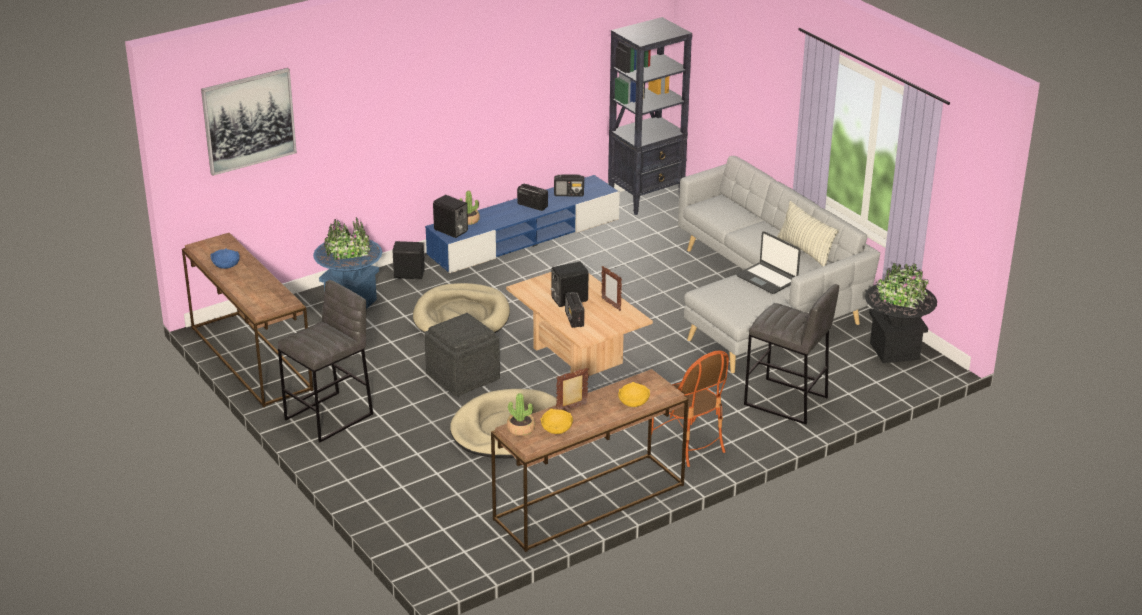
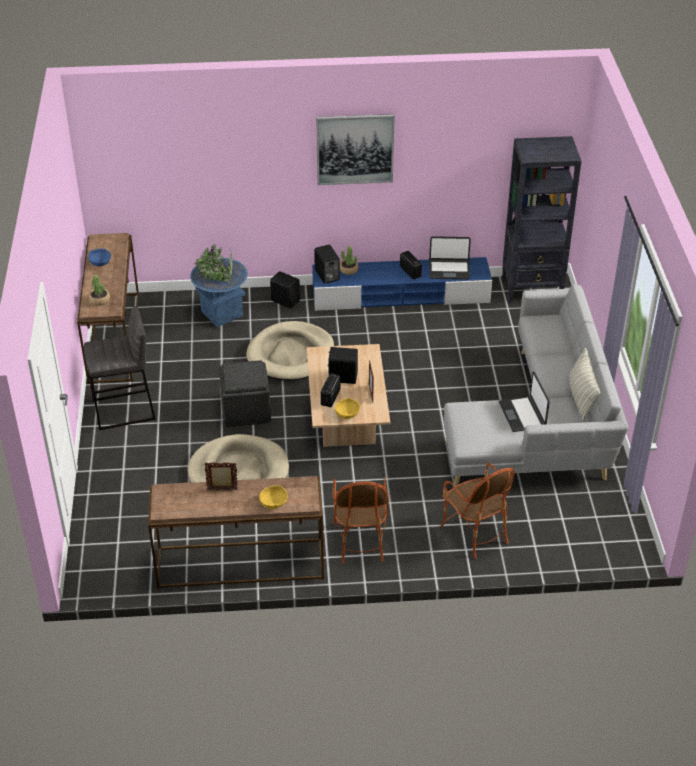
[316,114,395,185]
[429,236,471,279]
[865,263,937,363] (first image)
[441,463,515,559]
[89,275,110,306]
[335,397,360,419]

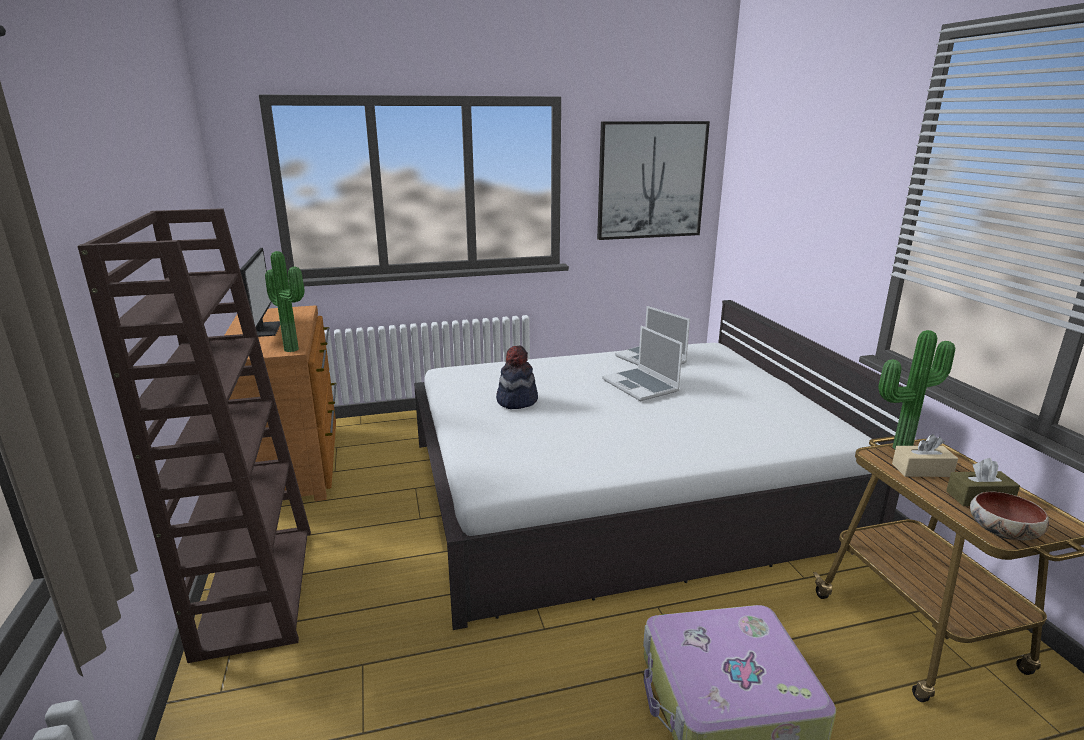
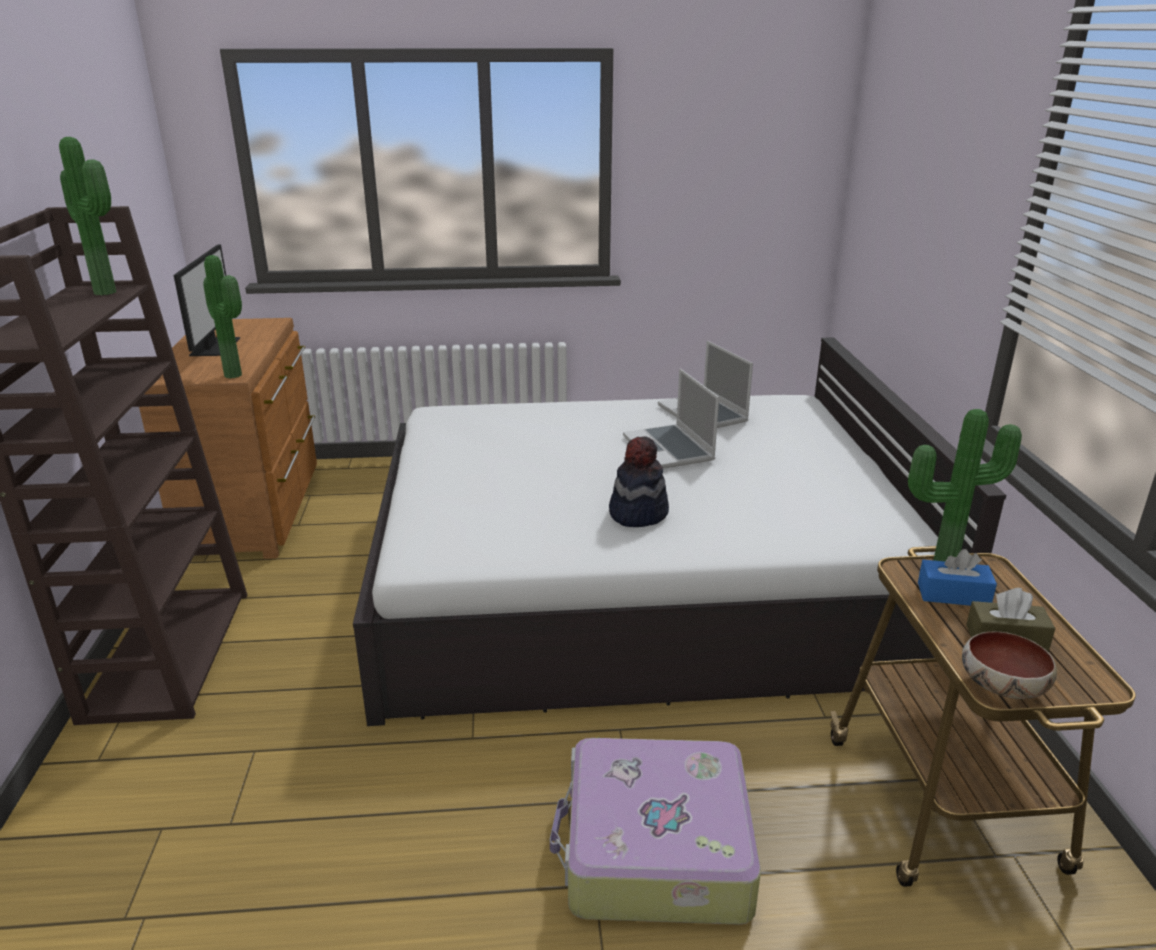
[597,121,710,240] (first image)
[609,436,669,527]
[918,549,997,606]
[59,137,116,295]

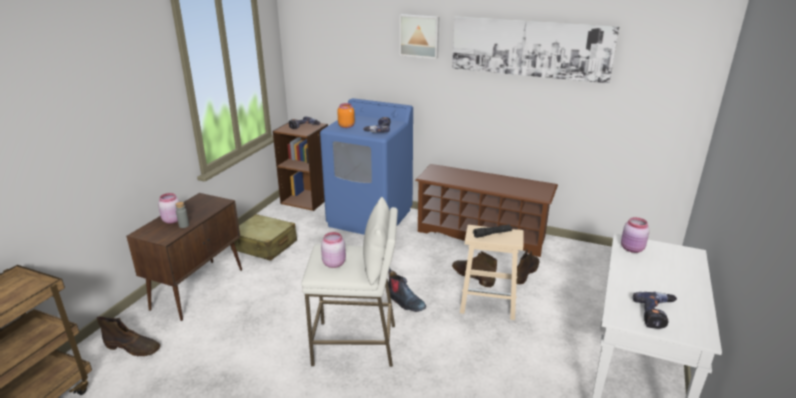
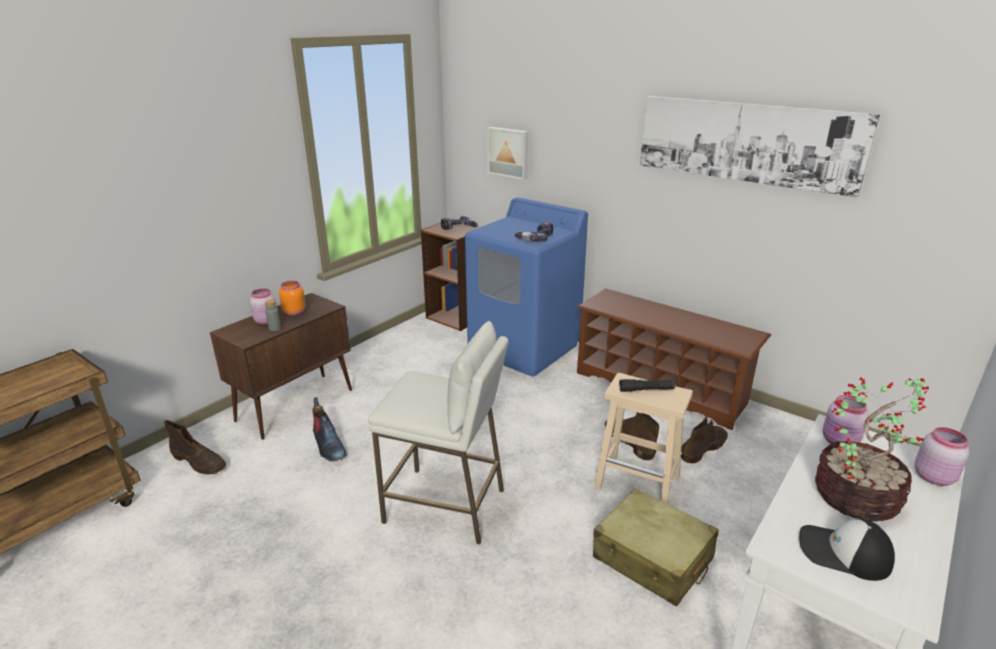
[487,127,528,180]
[279,281,306,316]
[593,489,719,607]
[915,427,970,486]
[312,397,347,461]
[799,519,895,581]
[815,377,929,521]

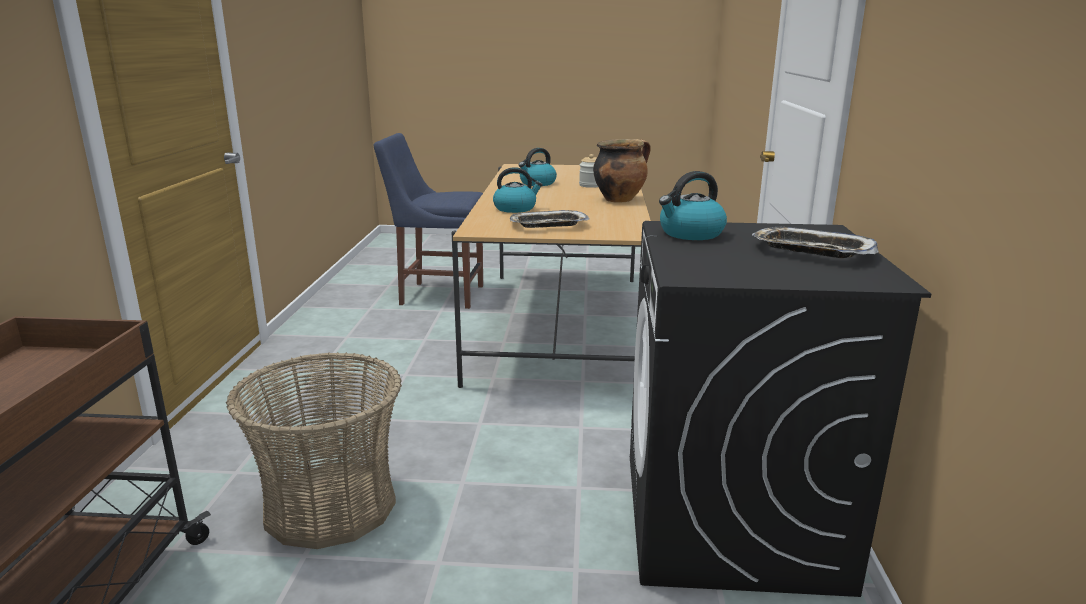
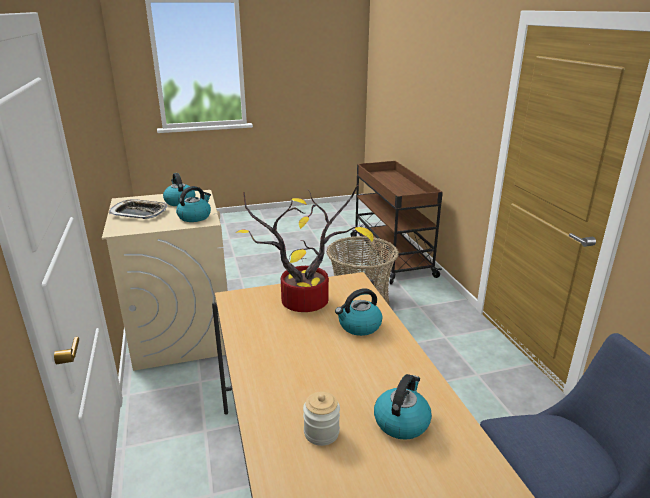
[593,139,651,202] (first image)
[236,185,374,312]
[102,190,228,371]
[163,173,195,206]

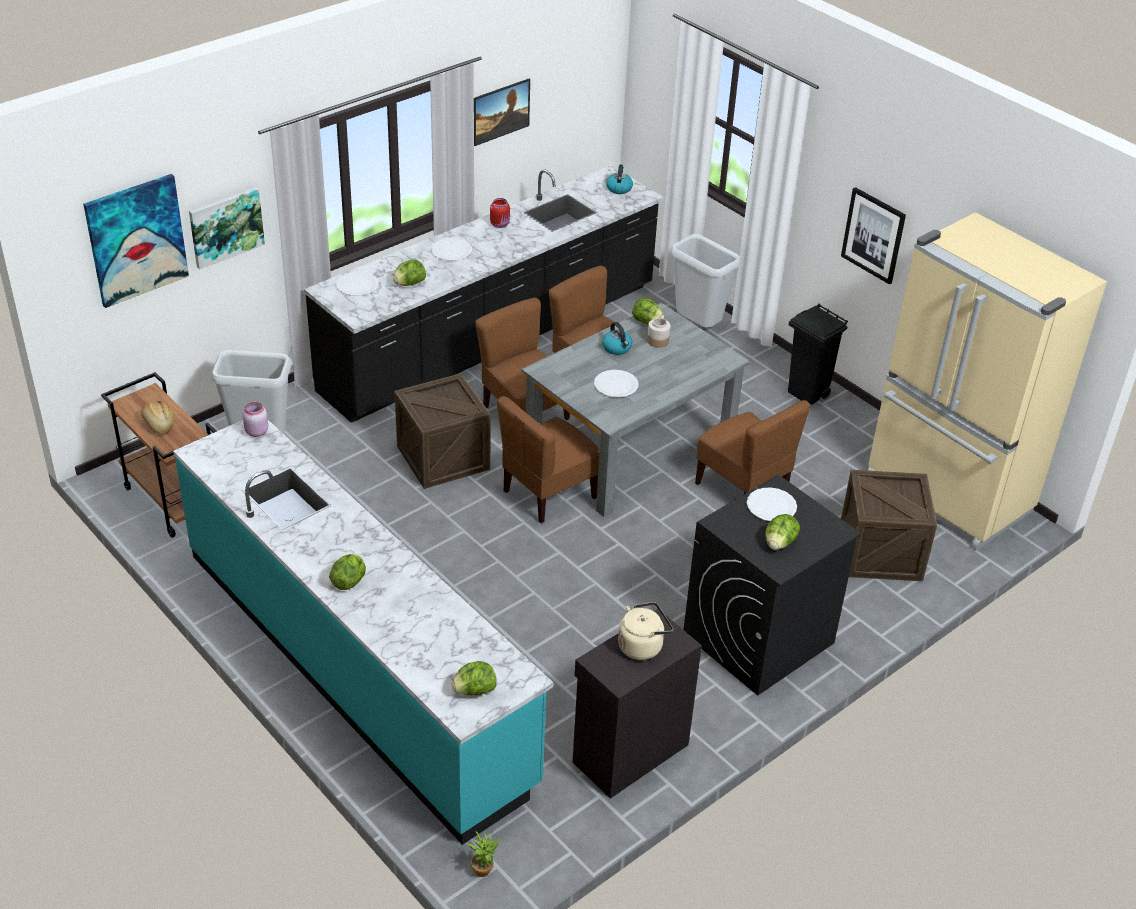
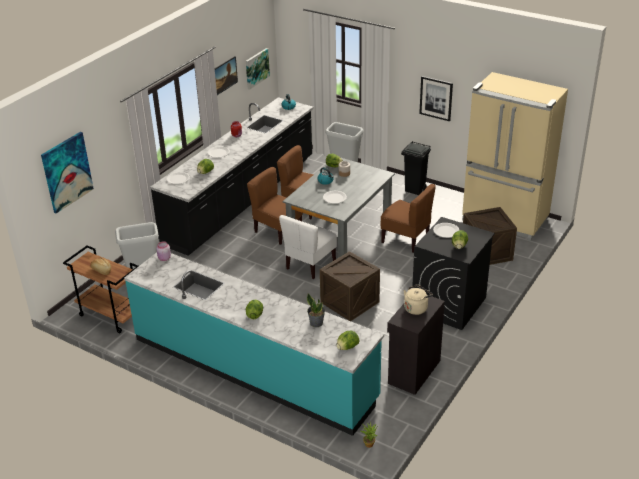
[246,48,270,90]
[320,251,380,321]
[279,215,337,279]
[307,293,325,327]

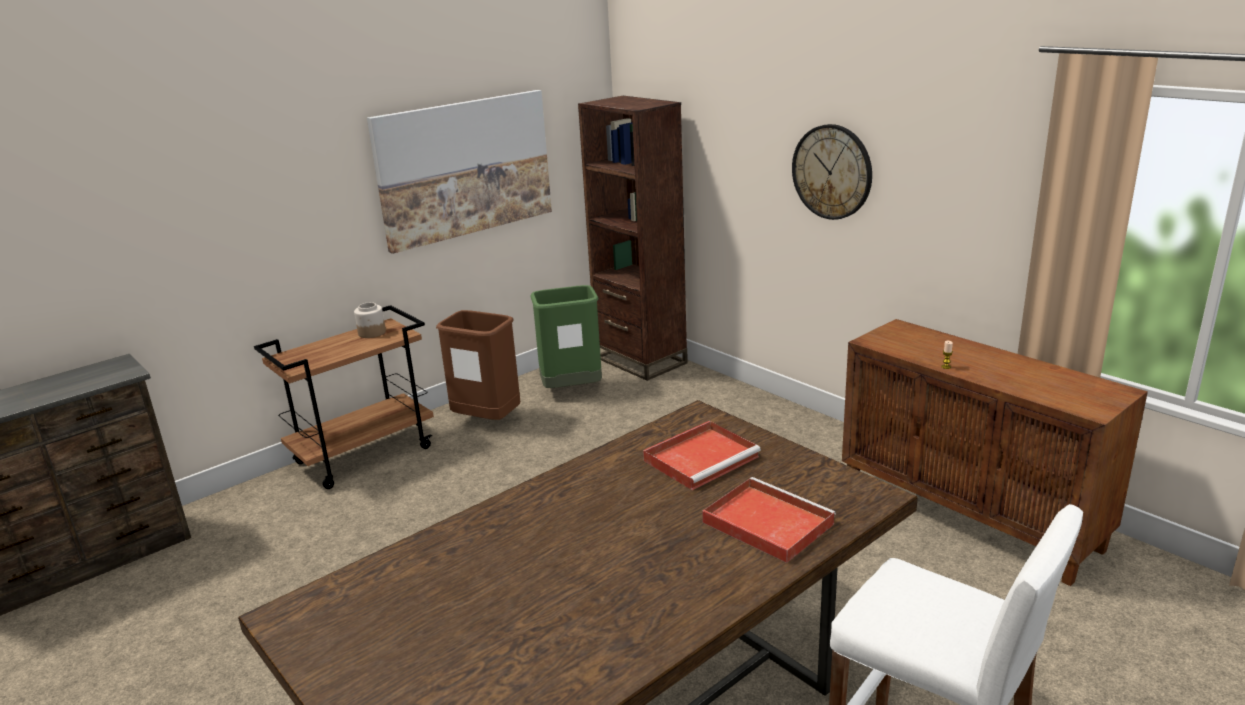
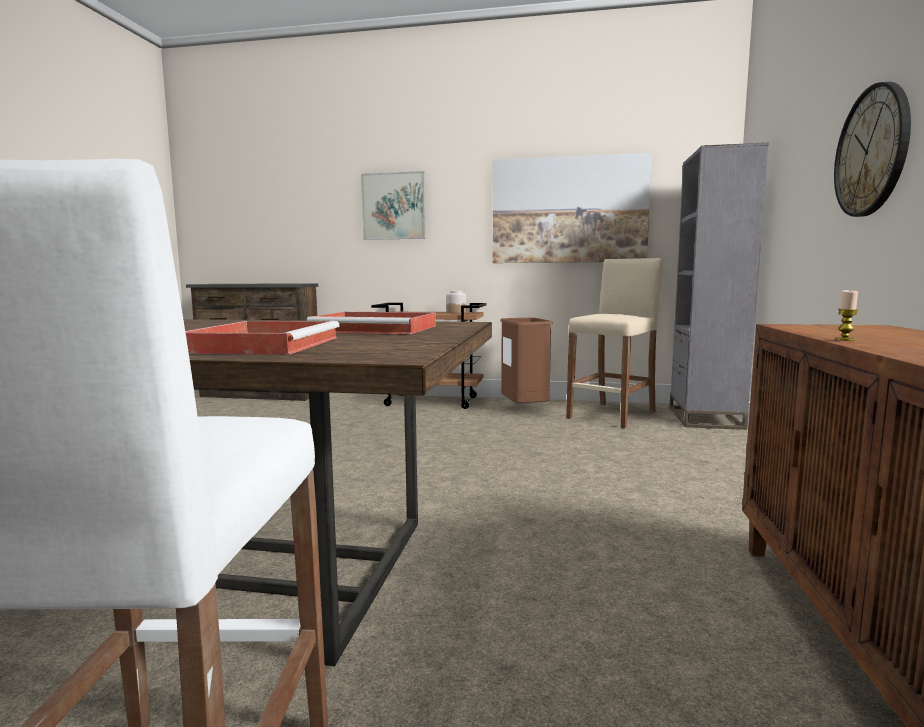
[669,143,769,430]
[566,258,663,429]
[361,171,426,240]

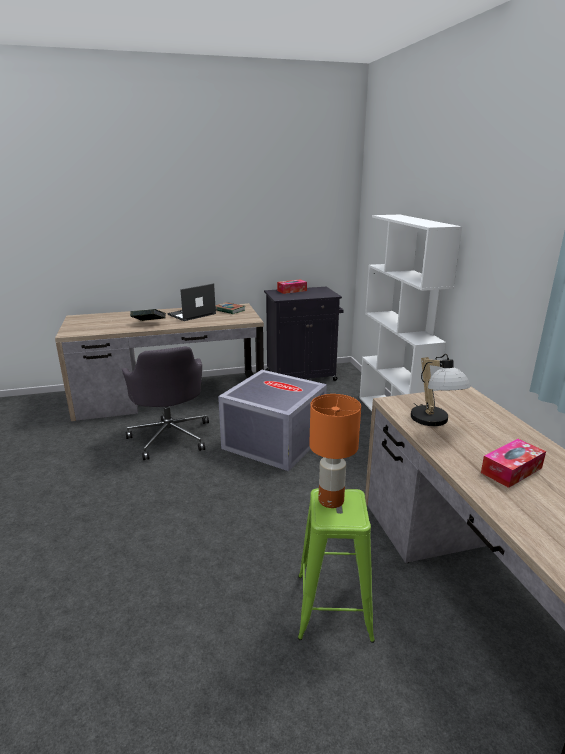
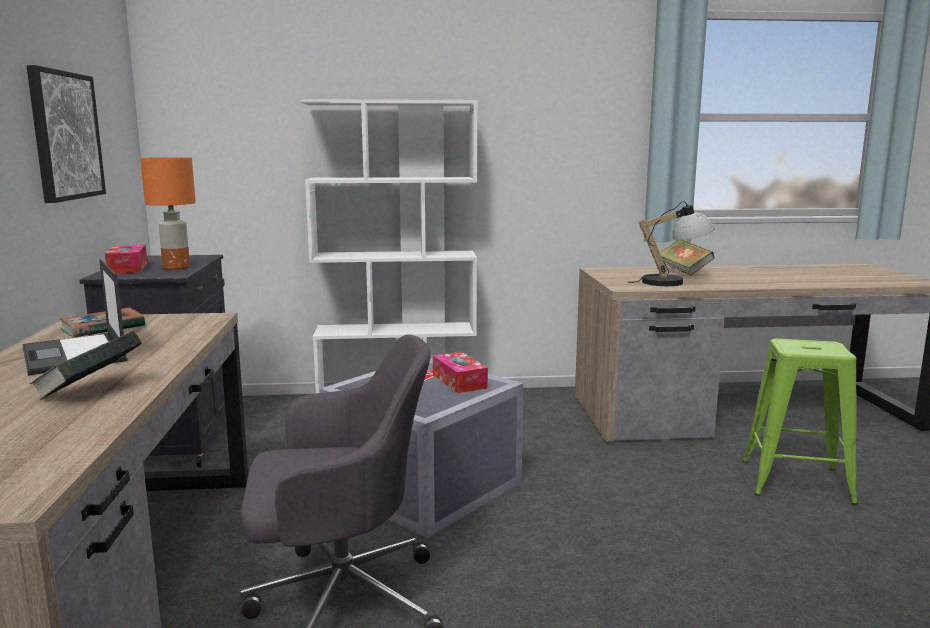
[140,157,196,270]
[433,352,488,393]
[27,65,106,203]
[660,240,714,276]

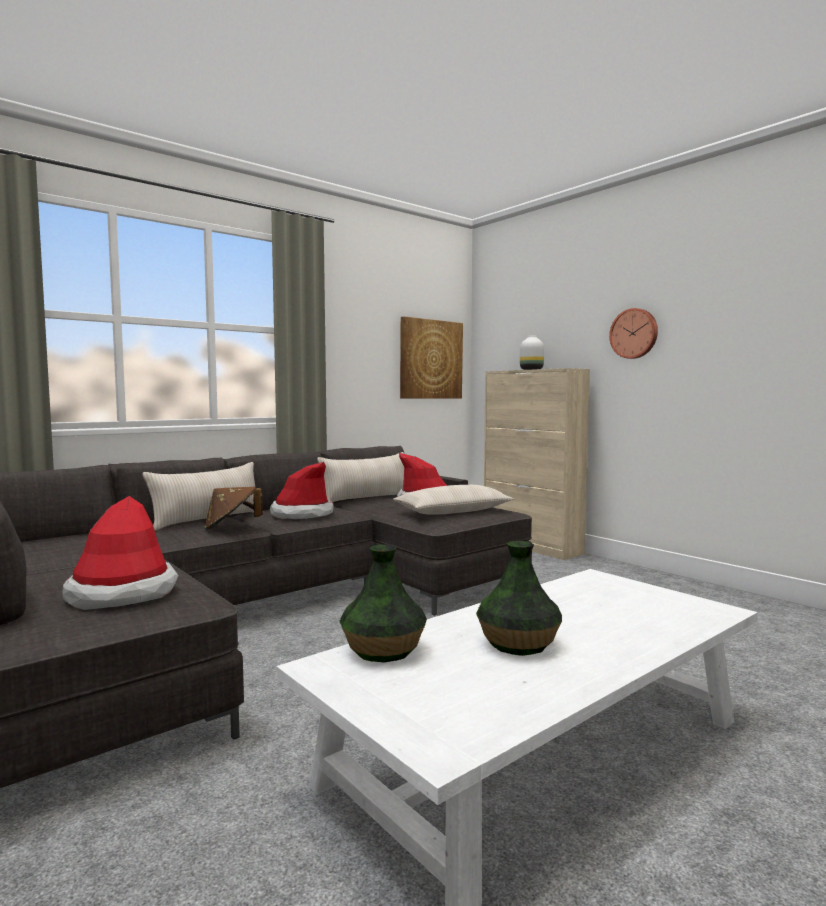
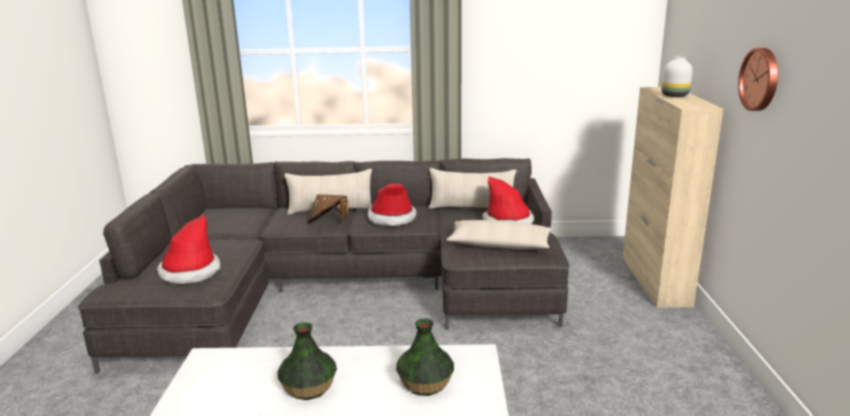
[400,316,463,399] (first image)
[396,318,454,396]

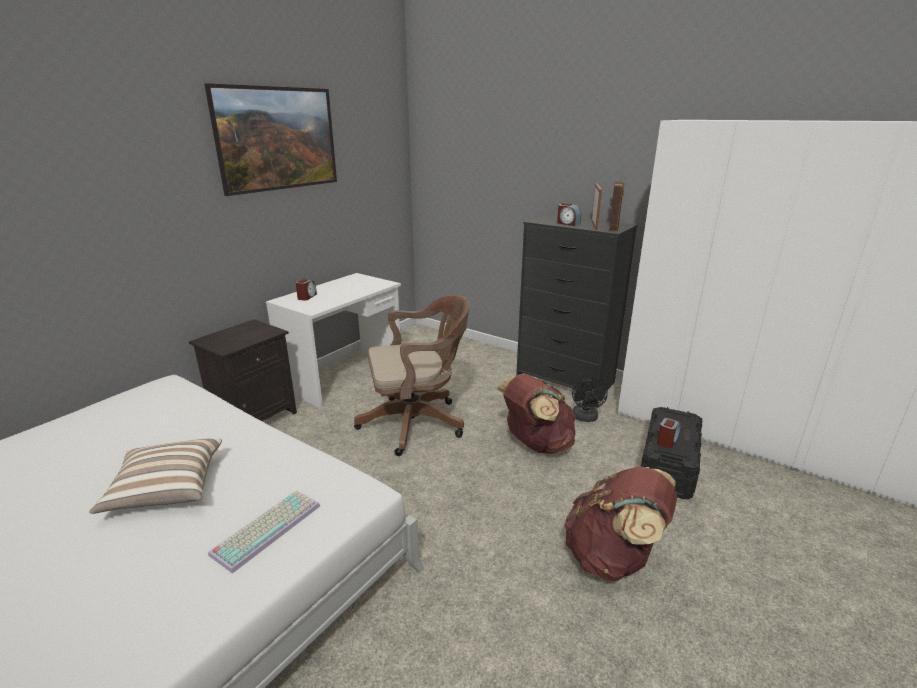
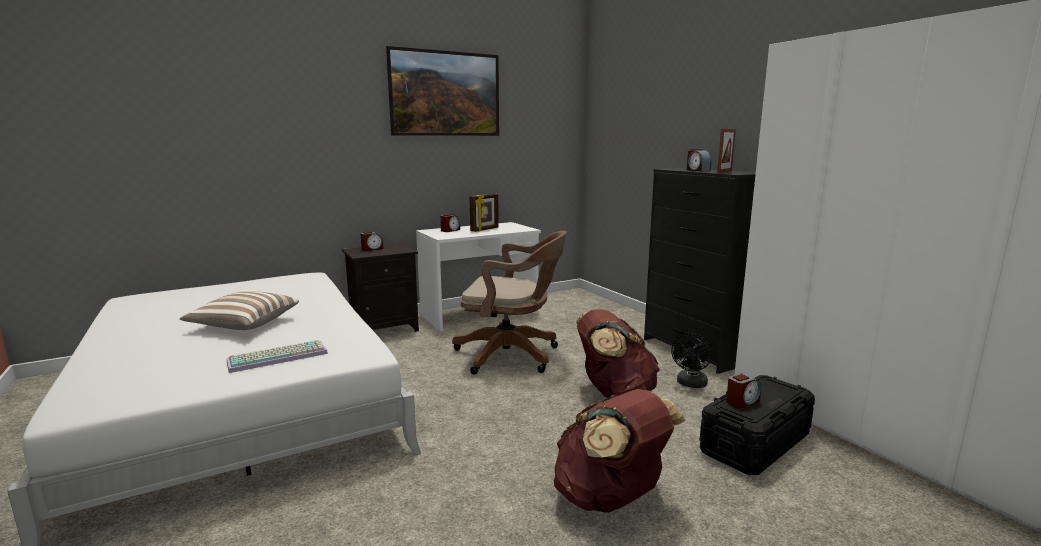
[469,193,499,232]
[360,231,383,251]

